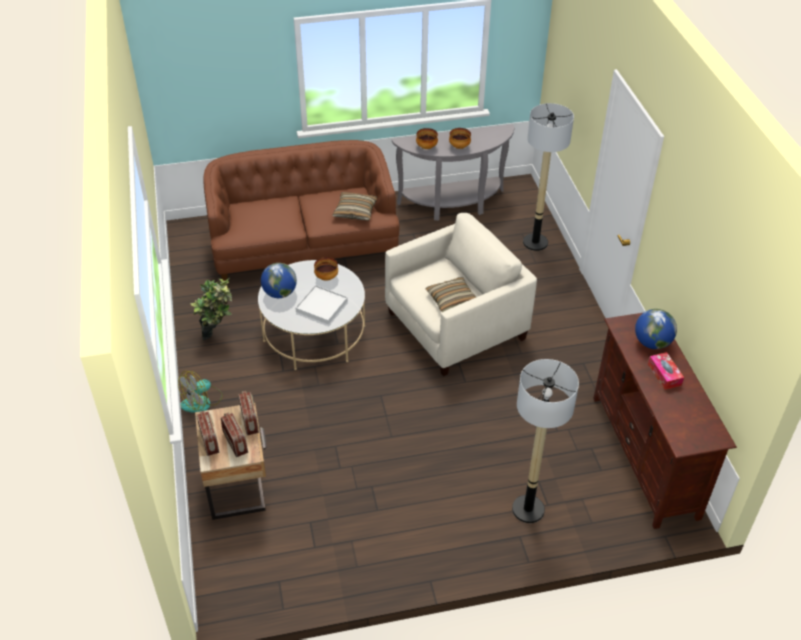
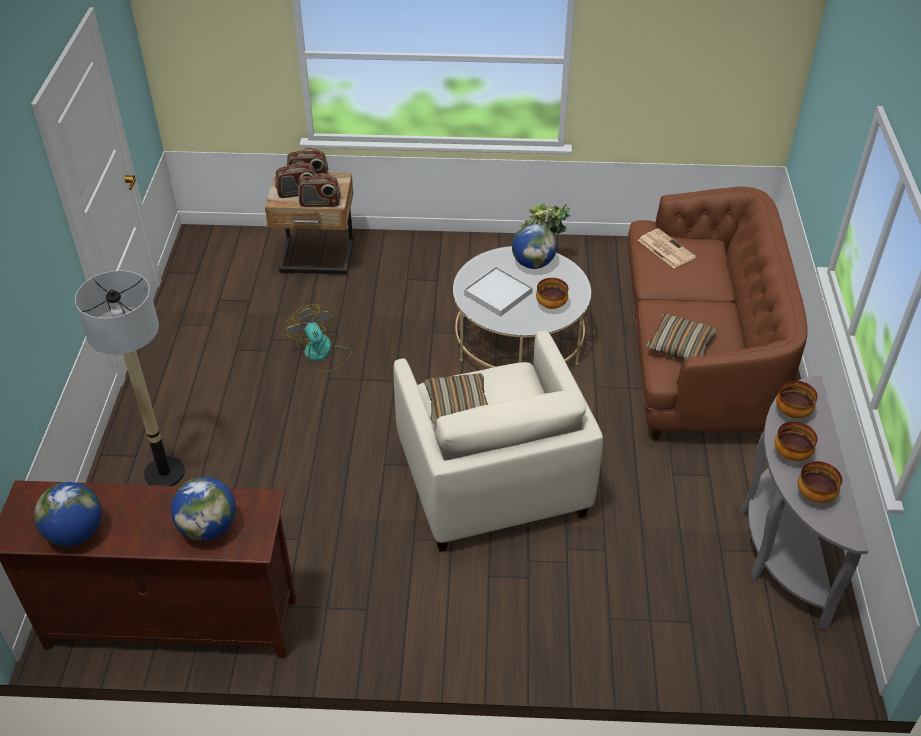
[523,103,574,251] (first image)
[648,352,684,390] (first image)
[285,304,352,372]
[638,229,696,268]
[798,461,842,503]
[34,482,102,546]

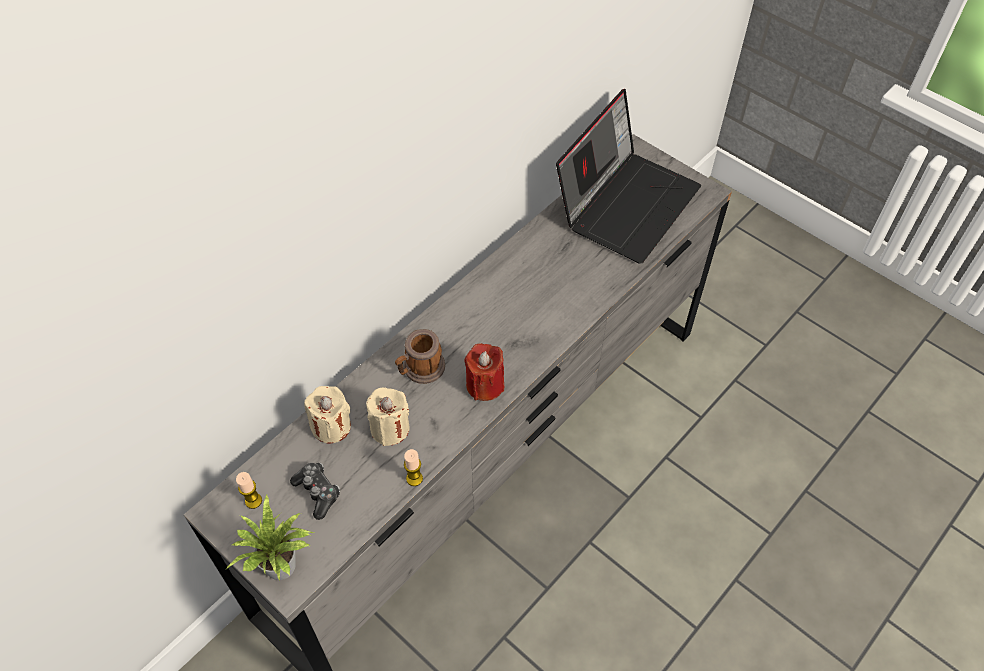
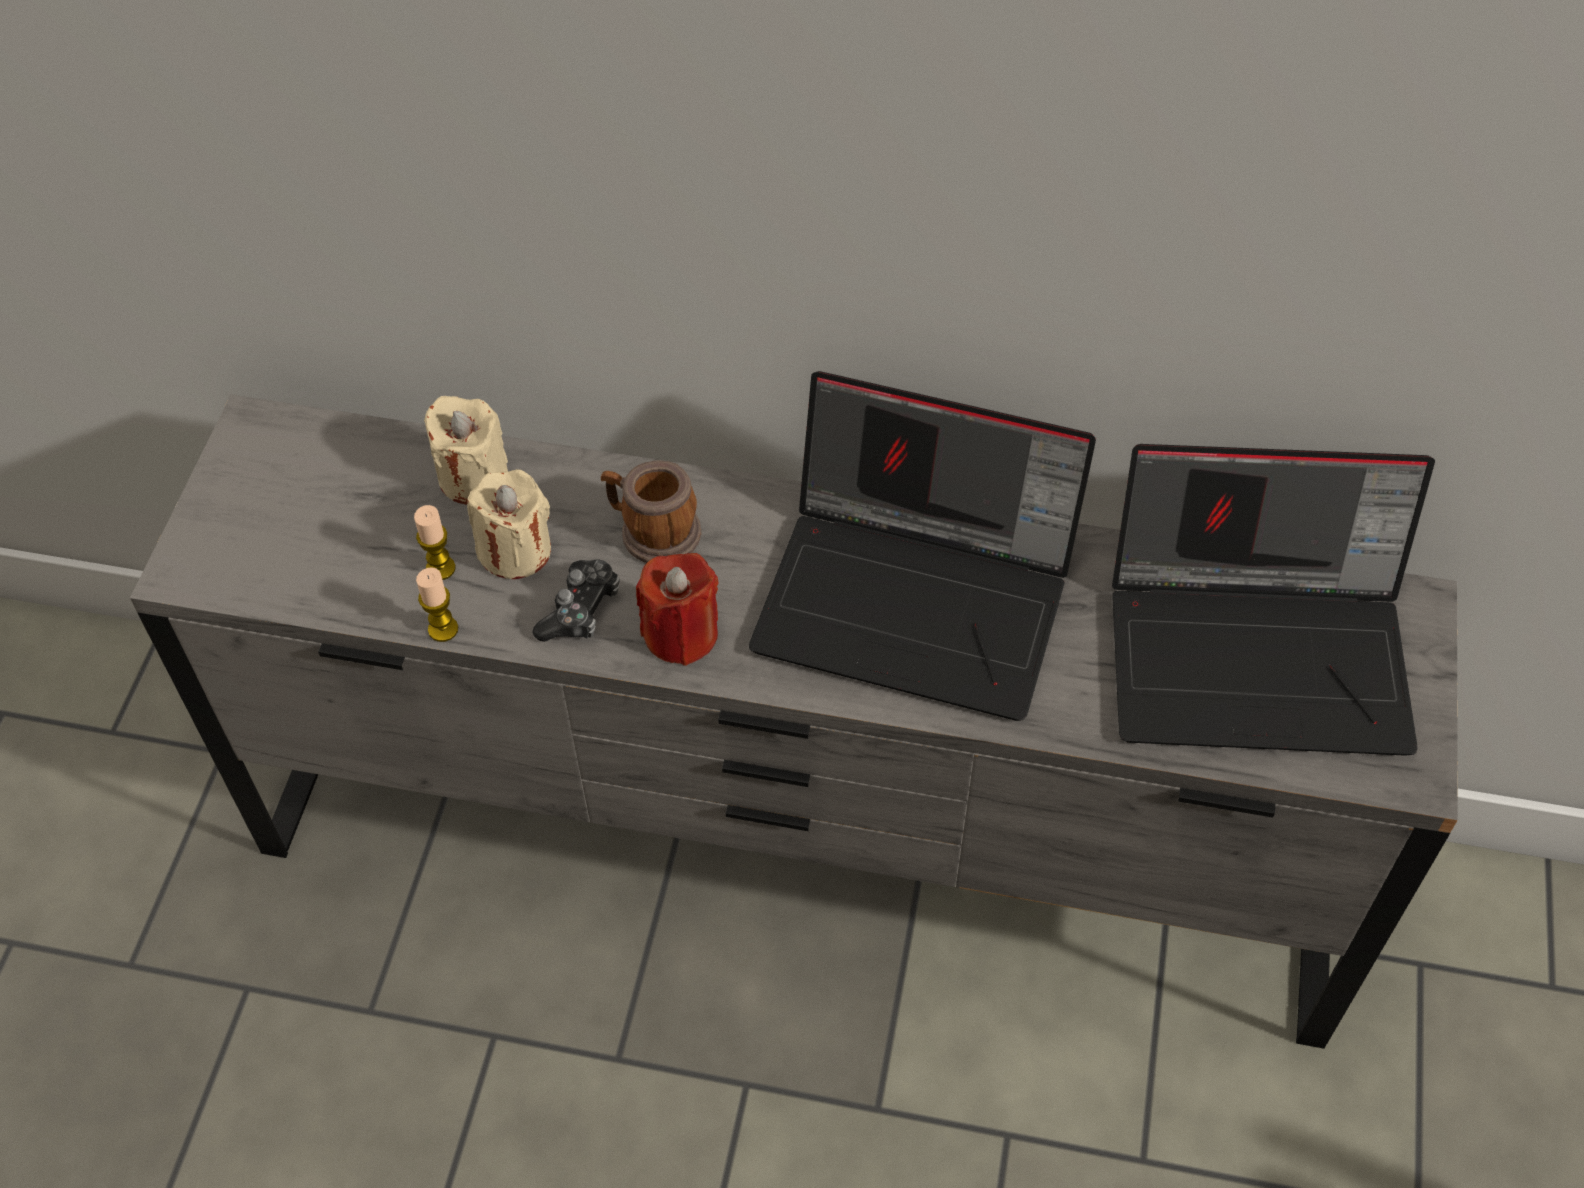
[532,560,620,642]
[414,505,456,580]
[225,495,314,580] (first image)
[749,371,1096,721]

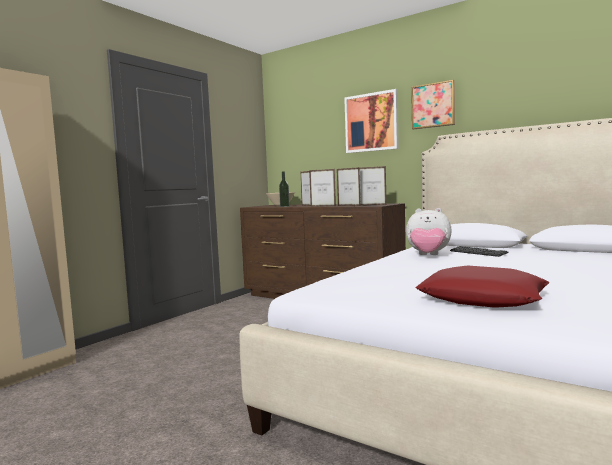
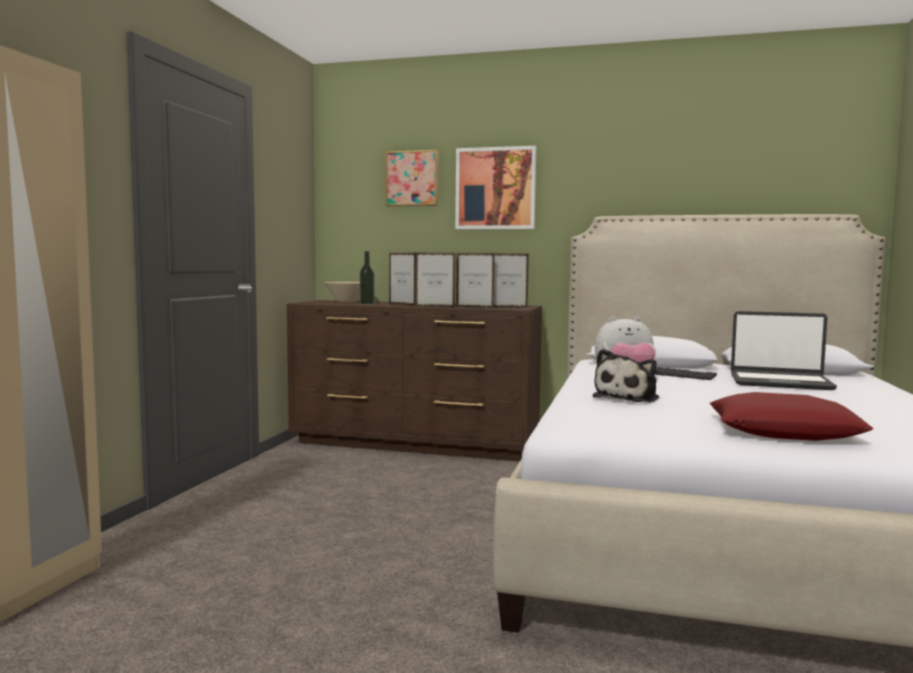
[385,150,439,206]
[731,311,837,390]
[592,349,659,403]

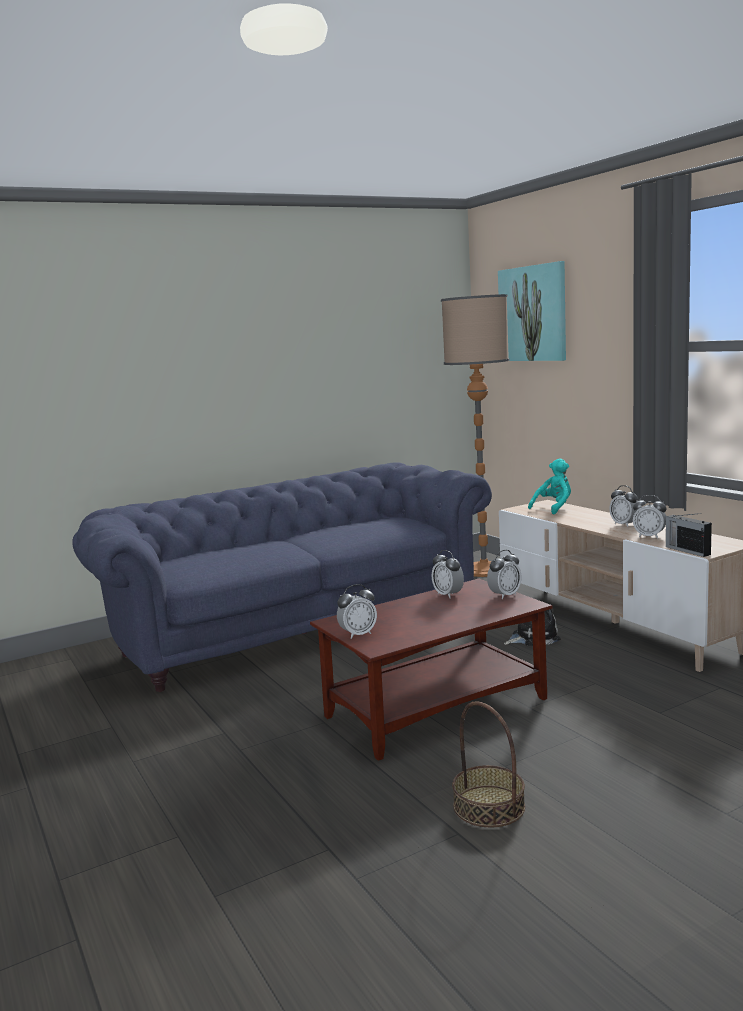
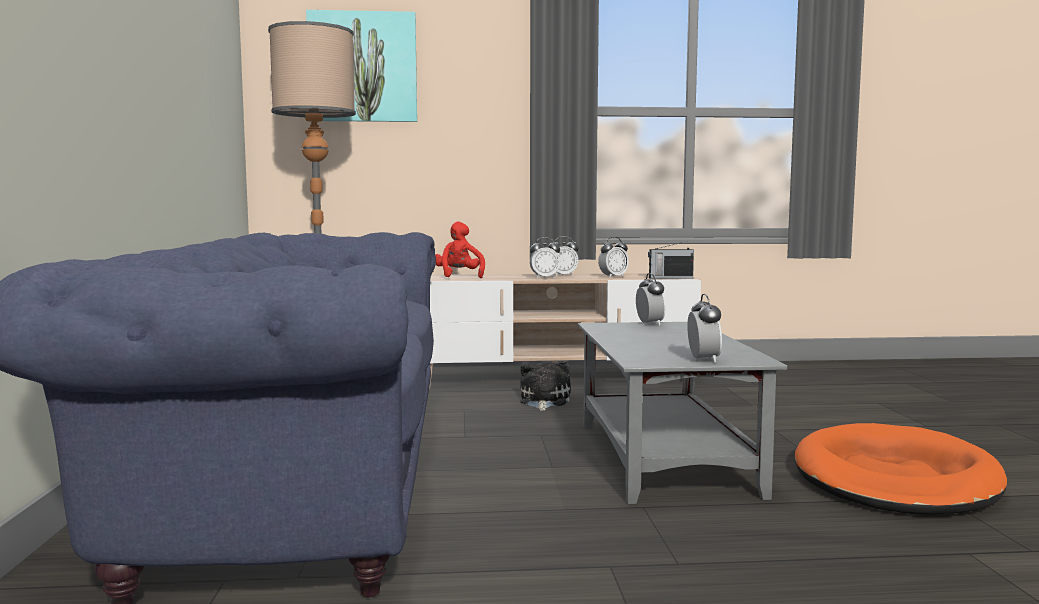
[435,221,485,278]
[530,237,560,279]
[578,322,787,504]
[795,423,1007,515]

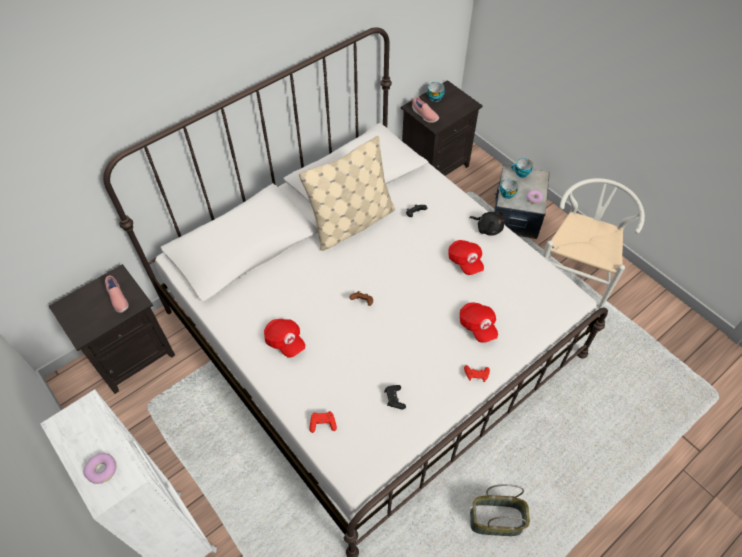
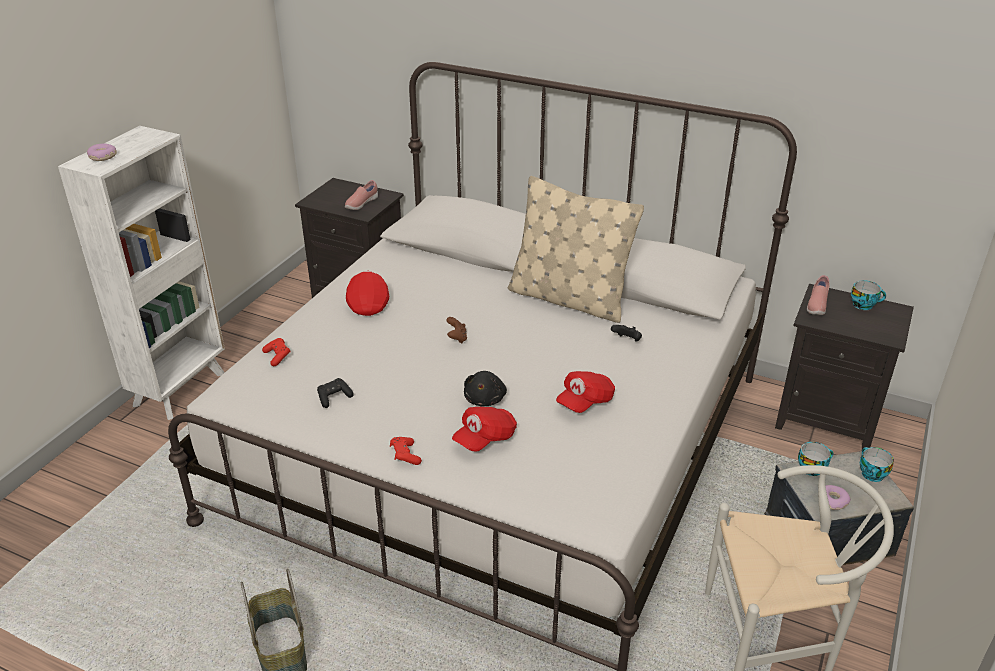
[464,371,507,406]
[346,271,389,316]

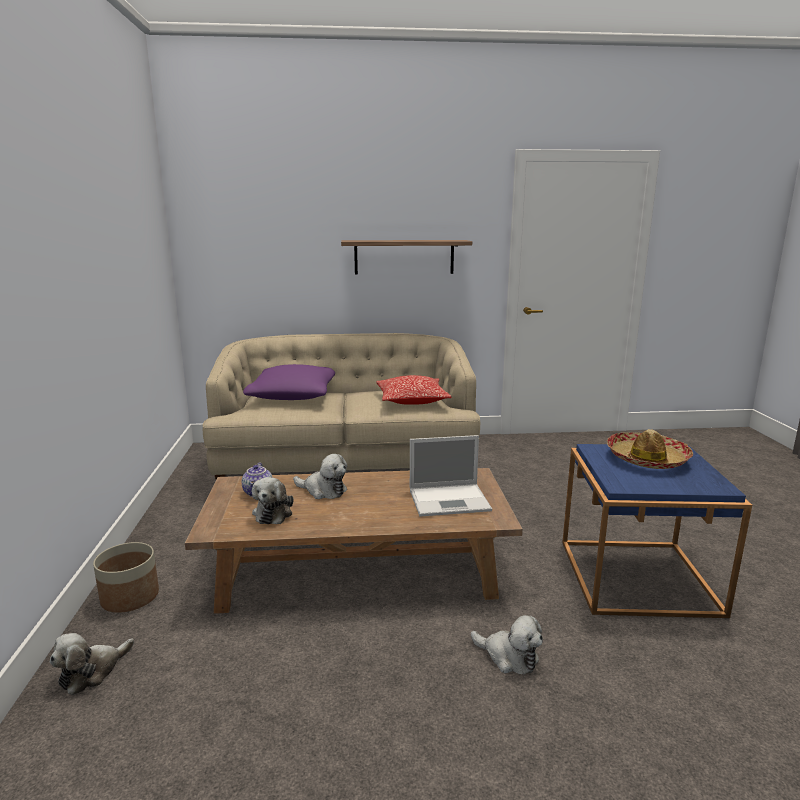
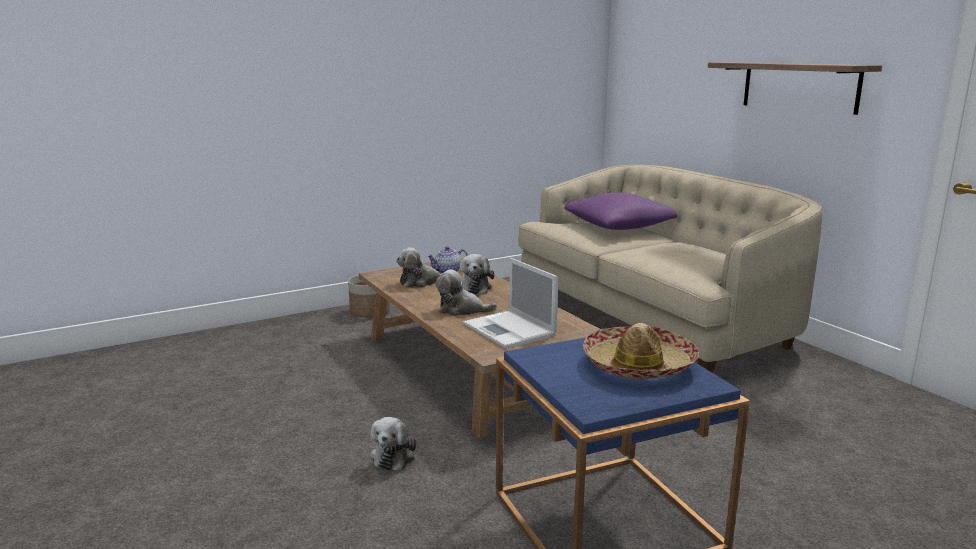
[376,375,451,405] (first image)
[435,269,497,316]

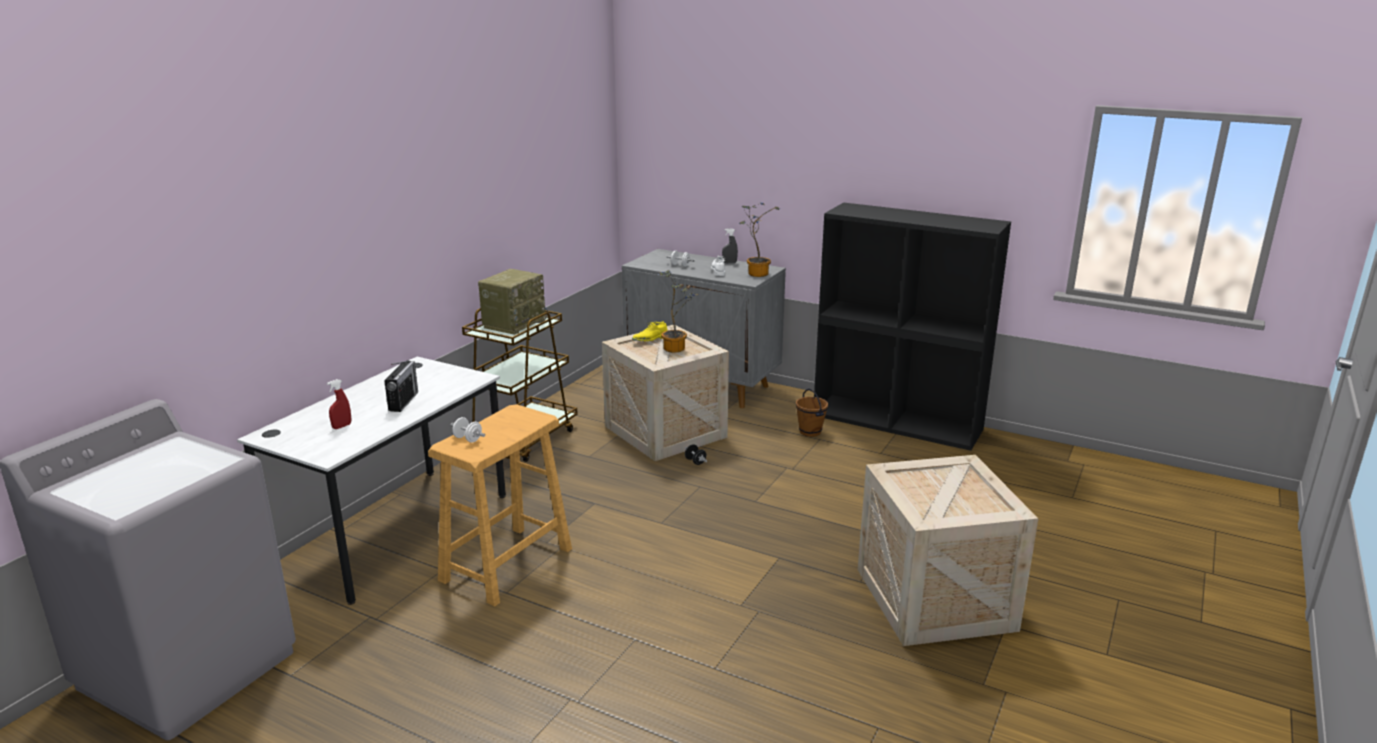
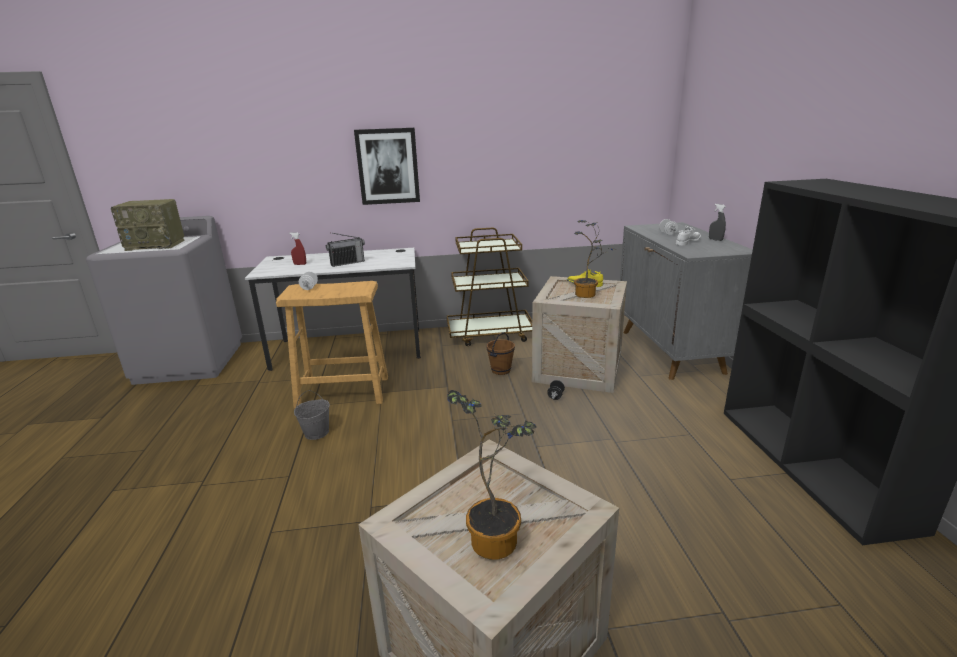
[447,390,537,560]
[111,199,185,251]
[486,332,515,375]
[354,128,420,205]
[294,390,330,440]

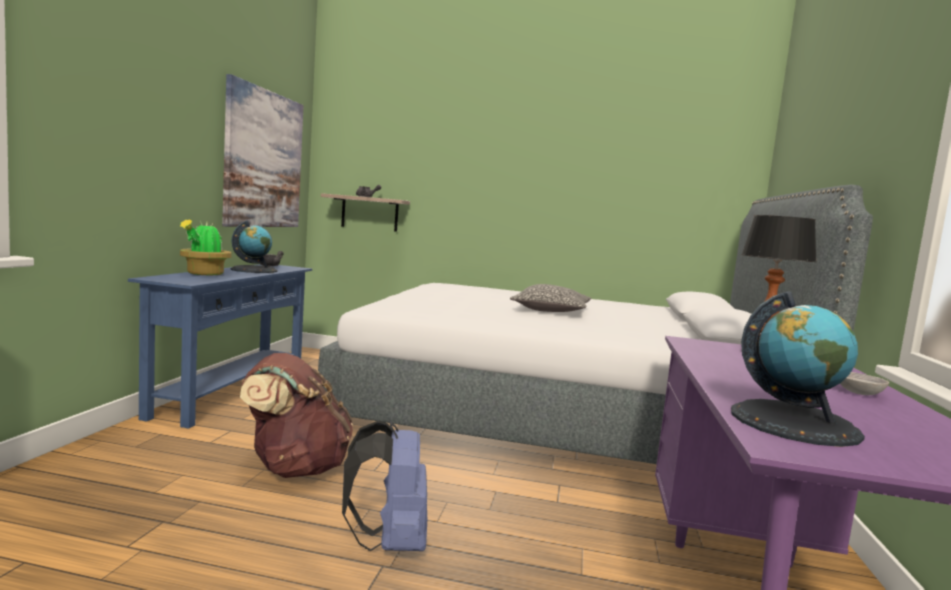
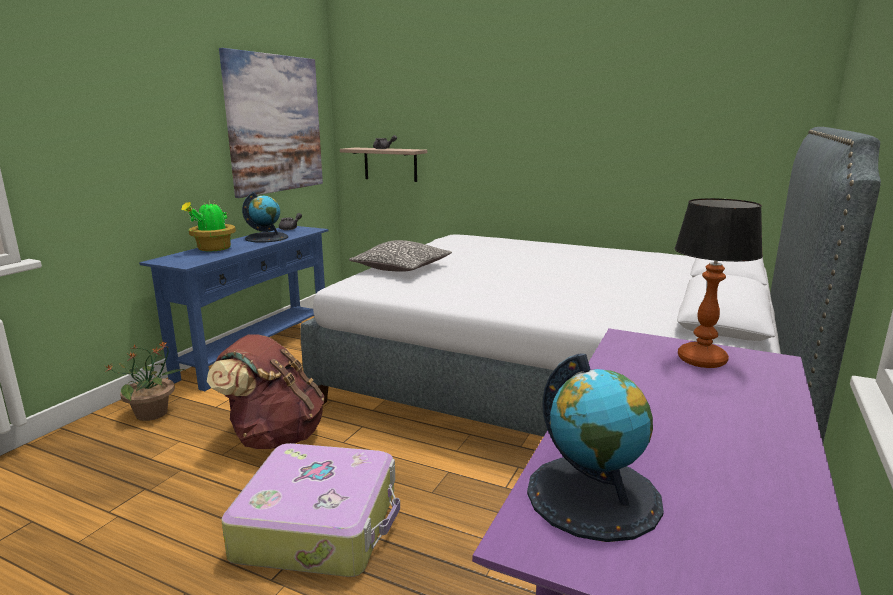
[349,240,452,272]
[840,372,889,395] (first image)
[221,443,400,577]
[105,341,187,421]

